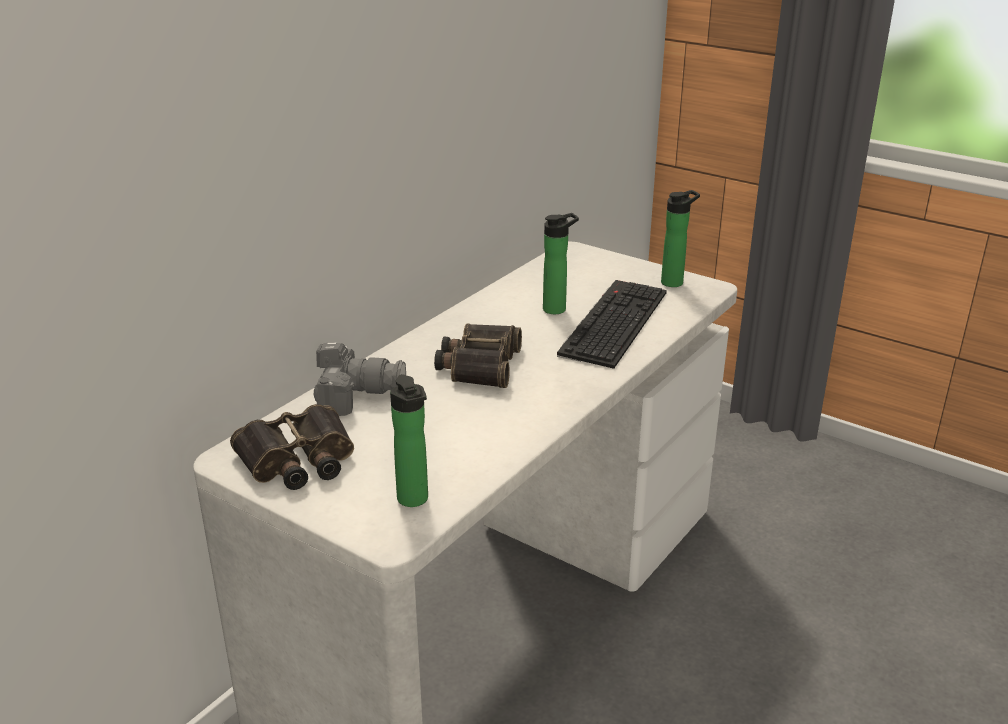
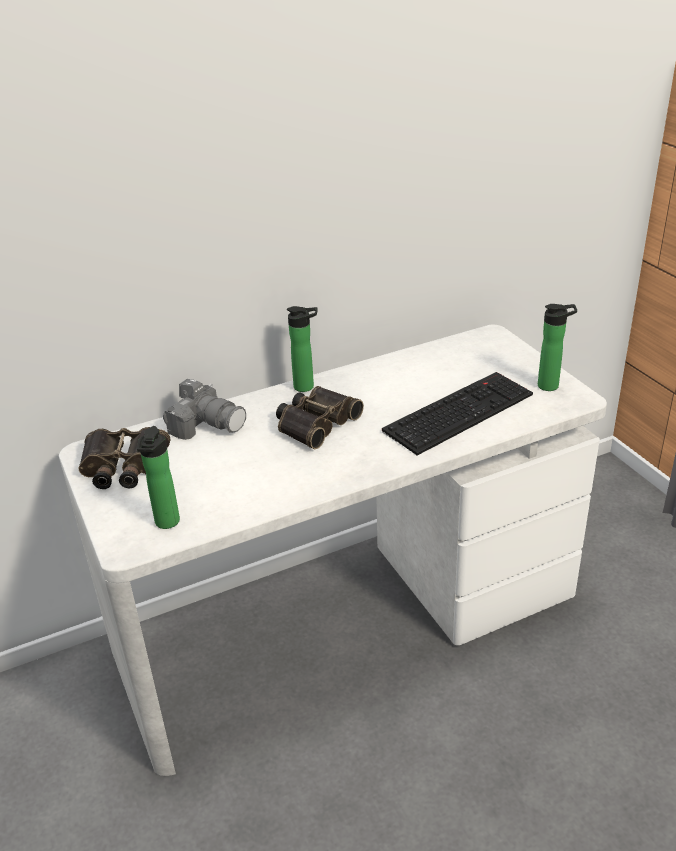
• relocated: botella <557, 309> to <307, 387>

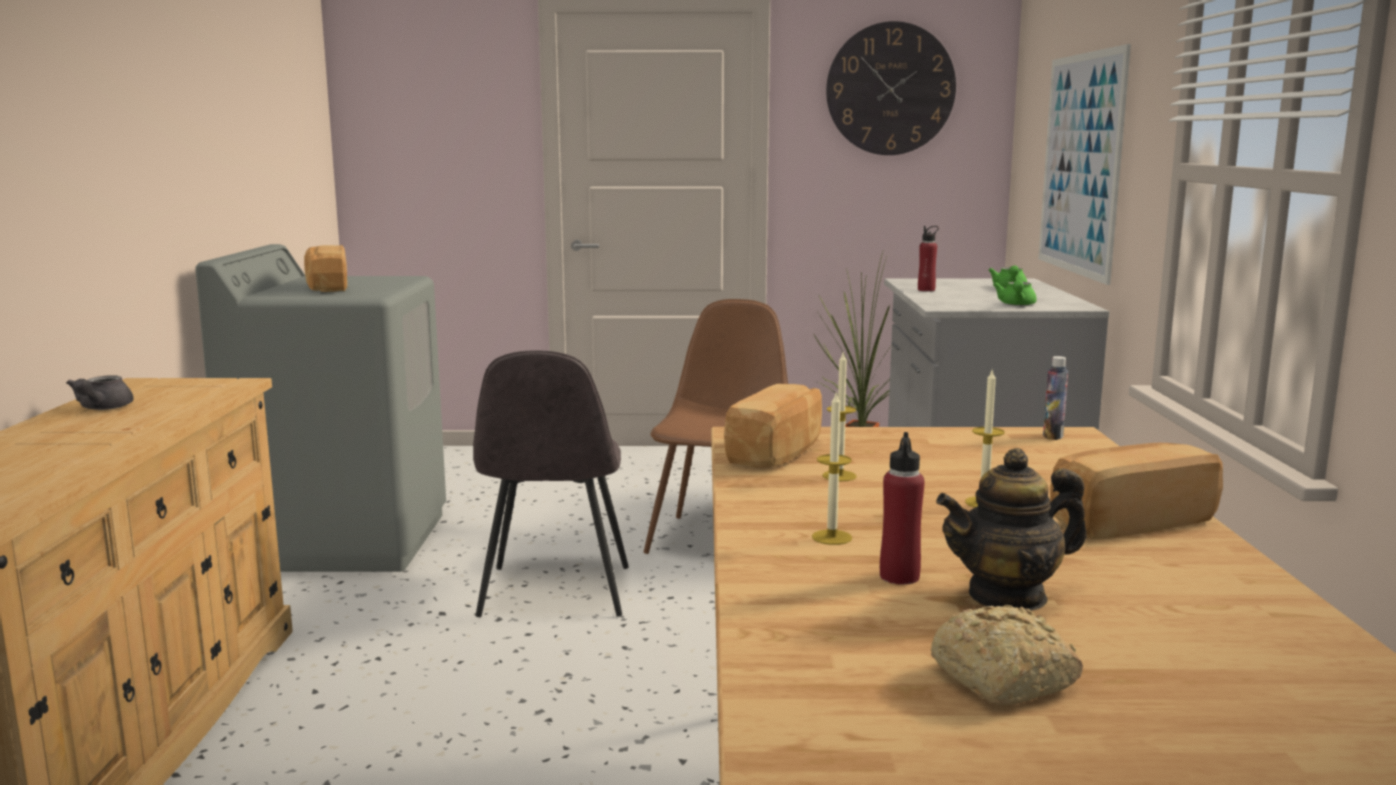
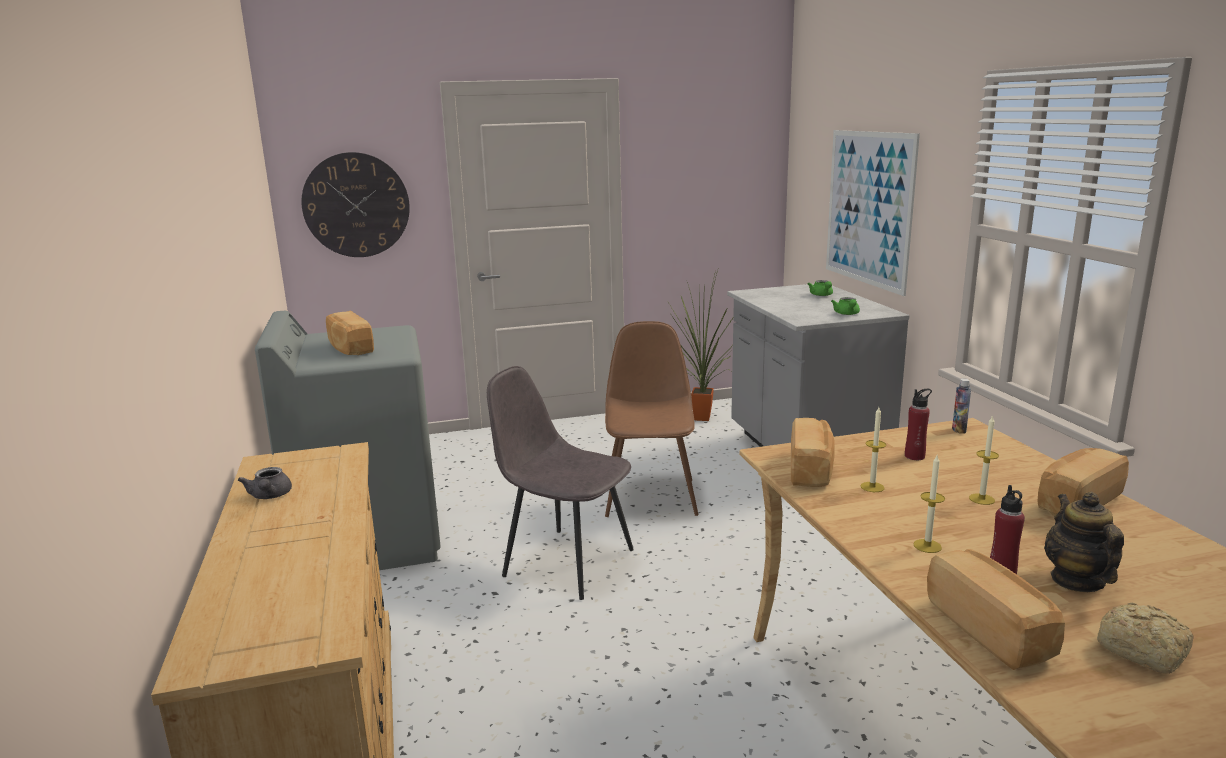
• spun: silla/gris <555, 593> = <566, 562> 135 degrees clockwise
• relocated: reloj de pared <890, 89> to <356, 205>
• relocated: botella/rojo <926, 290> to <914, 456>
• spun: tetera <1008, 596> = <1077, 580> 120 degrees clockwise
• appeared: pan <990, 629>

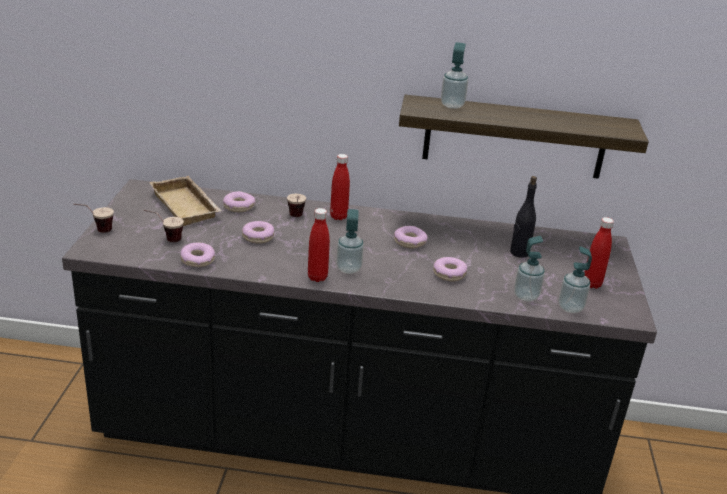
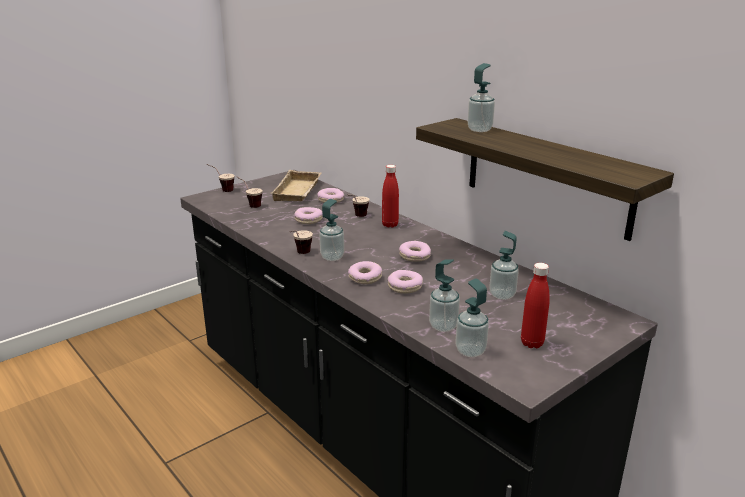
• relocated: rosquilla <197, 260> to <365, 278>
• exchanged: botella/rojo <317, 277> to taza <300, 254>
• exchanged: botella/negro <519, 252> to dispensador de jabón <502, 295>

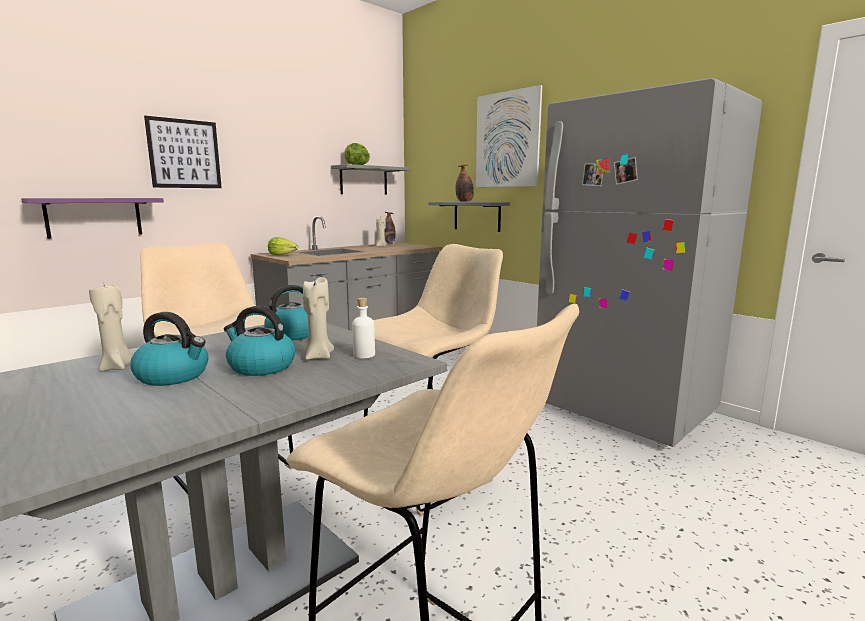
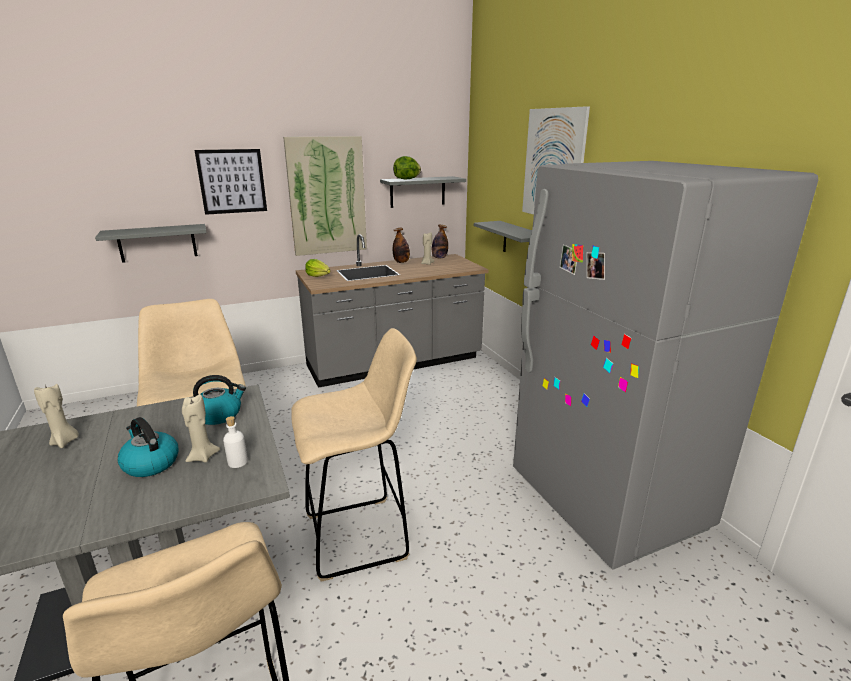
• colour: estante/morado <94, 217> to estante/gris <157, 243>
• missing: hervidor <174, 376>
• relocated: botella <464, 201> to <401, 262>
• appeared: cuadro <327, 196>

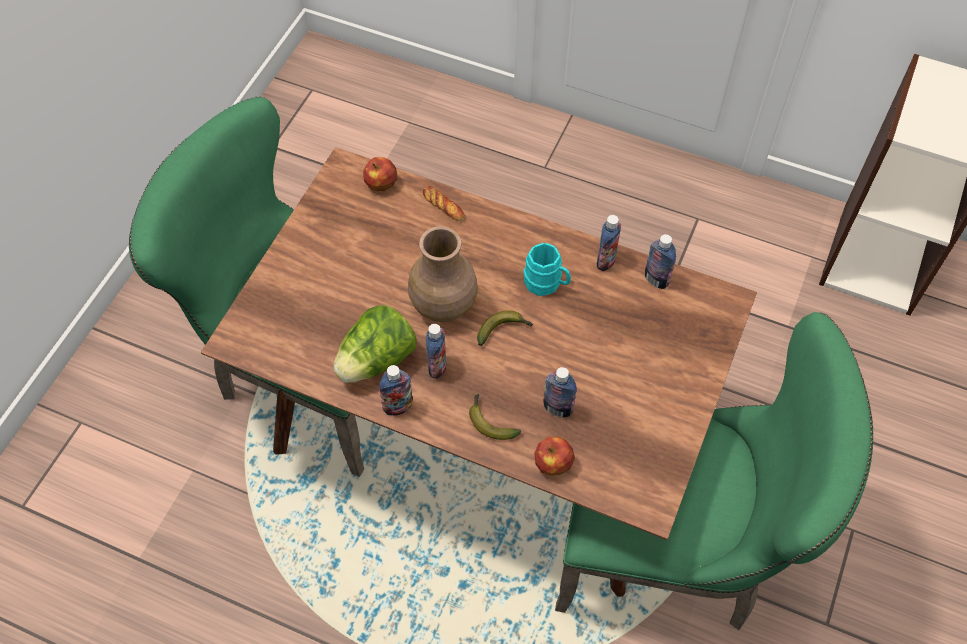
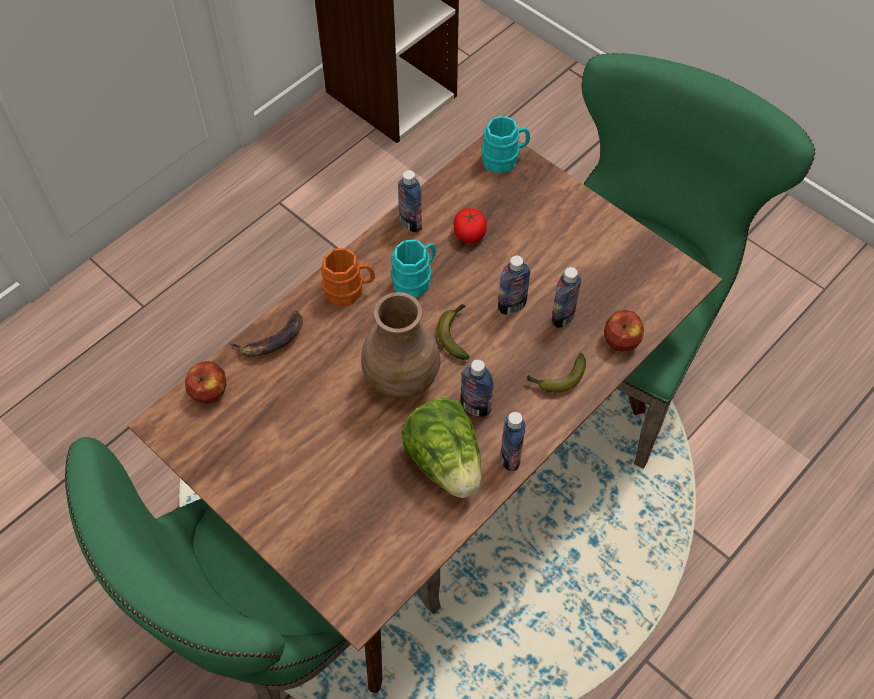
• exchanged: pan <443, 206> to plátano <272, 340>
• relocated: botella <656, 280> to <512, 306>
• appeared: taza grande/naranja <349, 291>
• appeared: tomate <469, 233>
• appeared: taza grande/turquesa <505, 159>

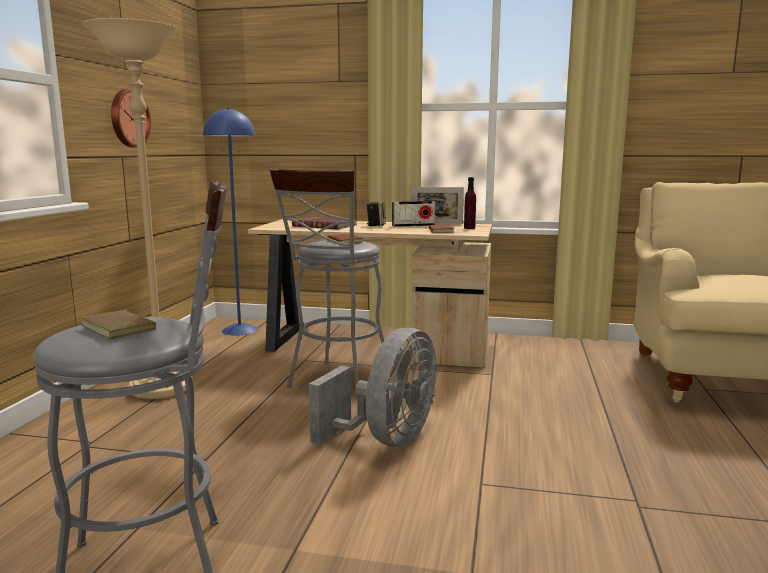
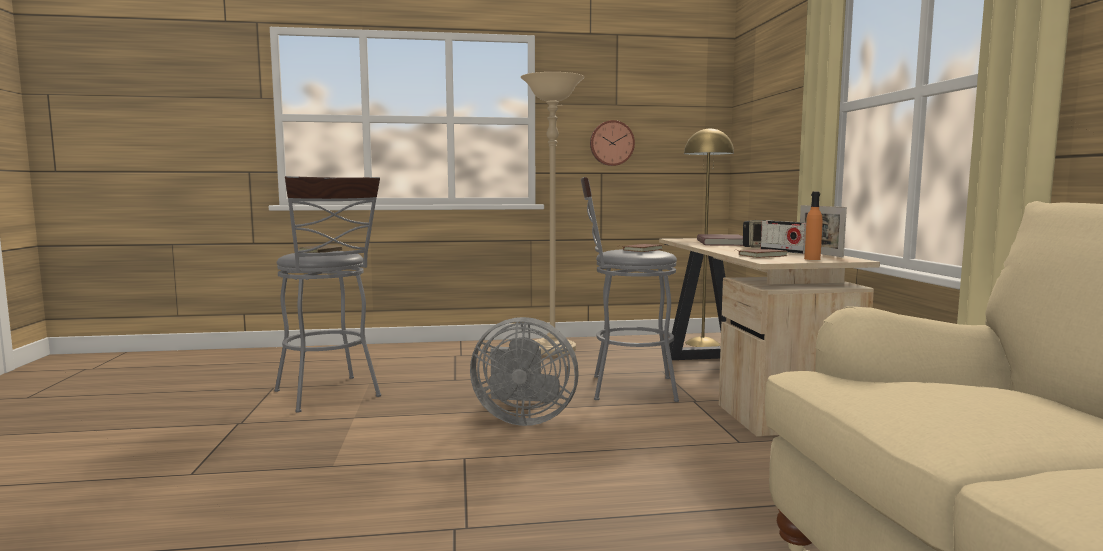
• colour: lámpara de pie/azul <240, 330> to lámpara de pie/amarillo <702, 343>
• colour: botella/morado <469, 228> to botella/naranja <812, 259>

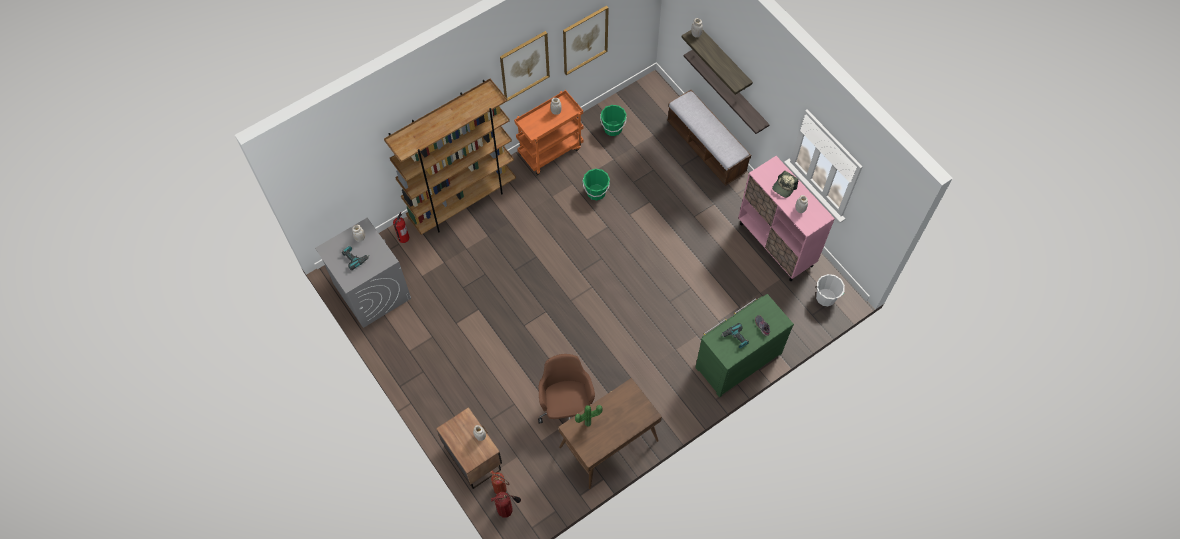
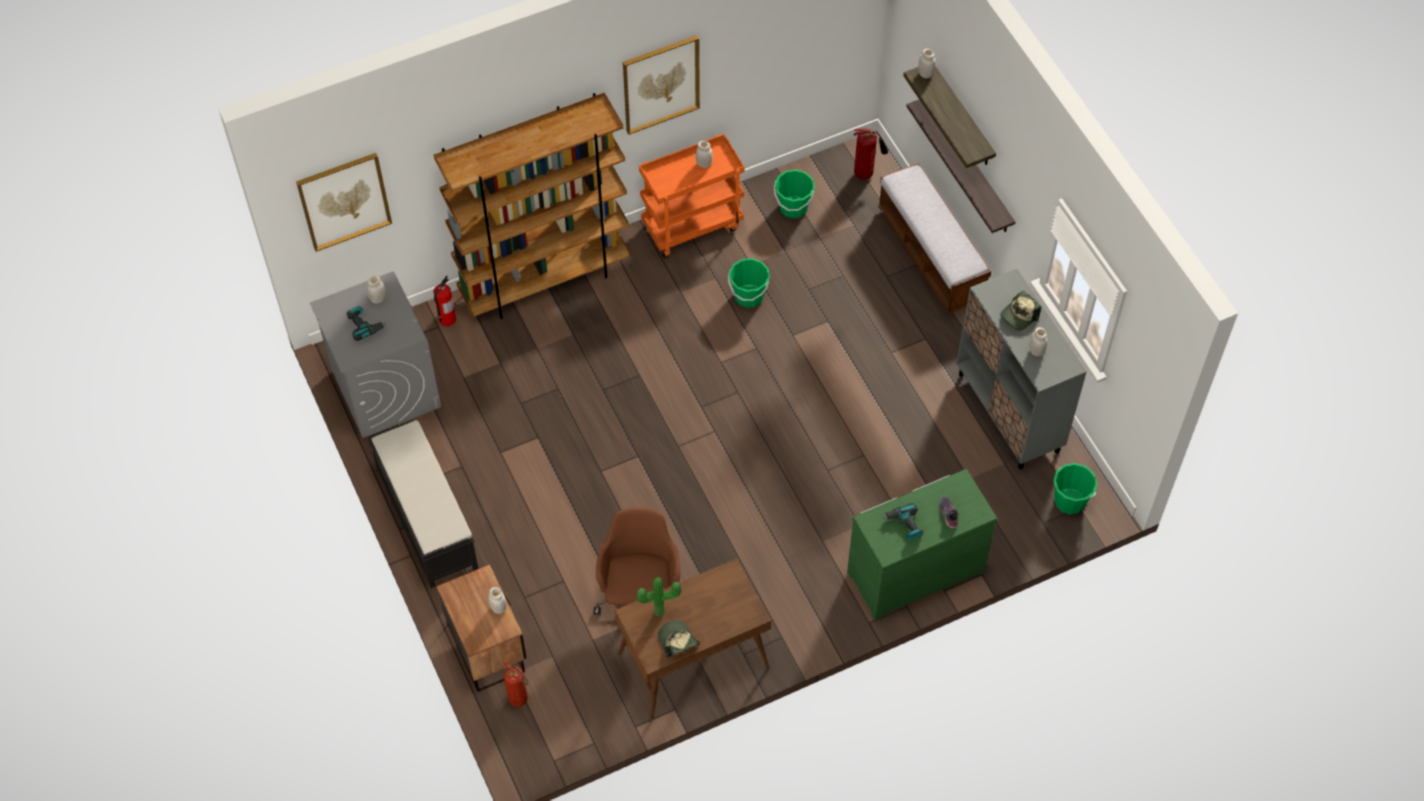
• relocated: extintor <507, 510> to <866, 173>
• relocated: cuadro <585, 40> to <344, 201>
• colour: armario/rosa <776, 245> to armario/gris <1008, 413>
• colour: cubo/blanco <826, 297> to cubo/verde <1069, 501>
• appeared: banco/negro <426, 517>
• appeared: gorra <677, 641>

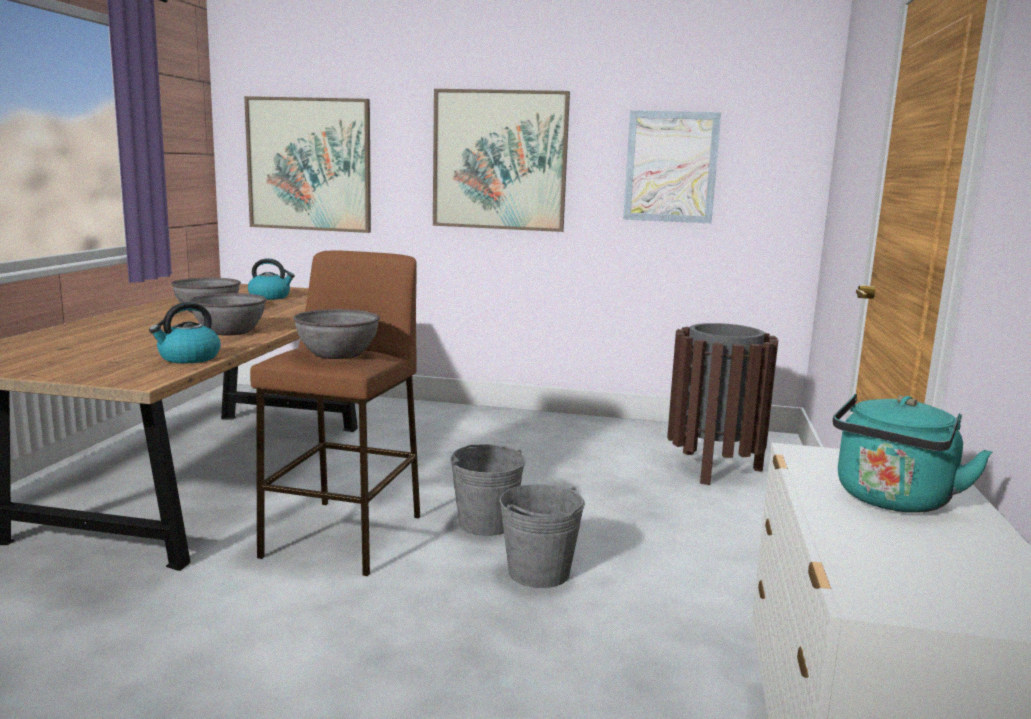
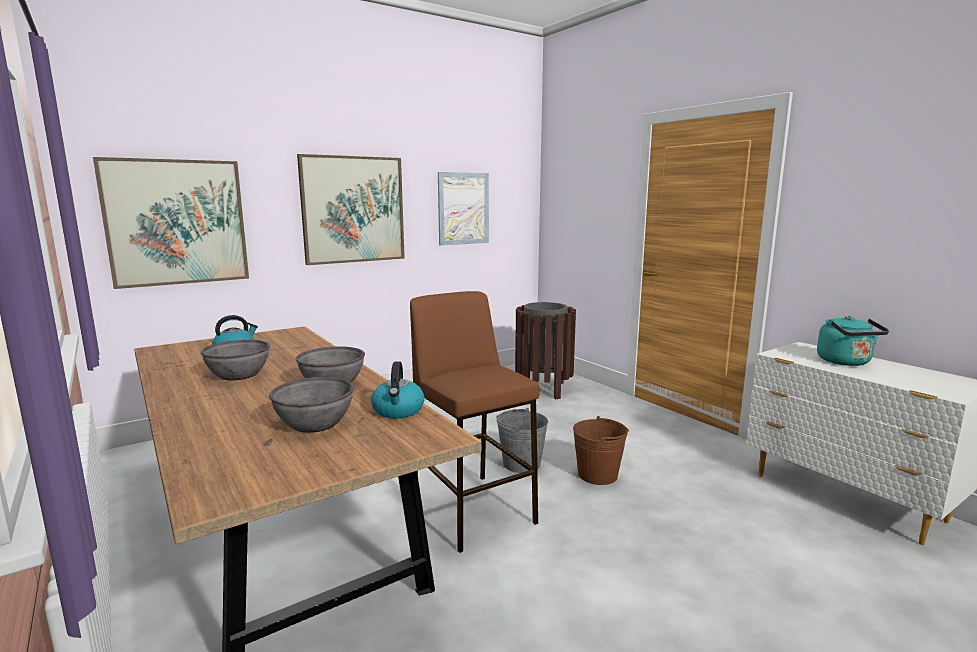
• relocated: cuenco/gris <337, 354> to <315, 424>
• colour: cubo/gris <539, 572> to cubo/marrón <597, 475>

